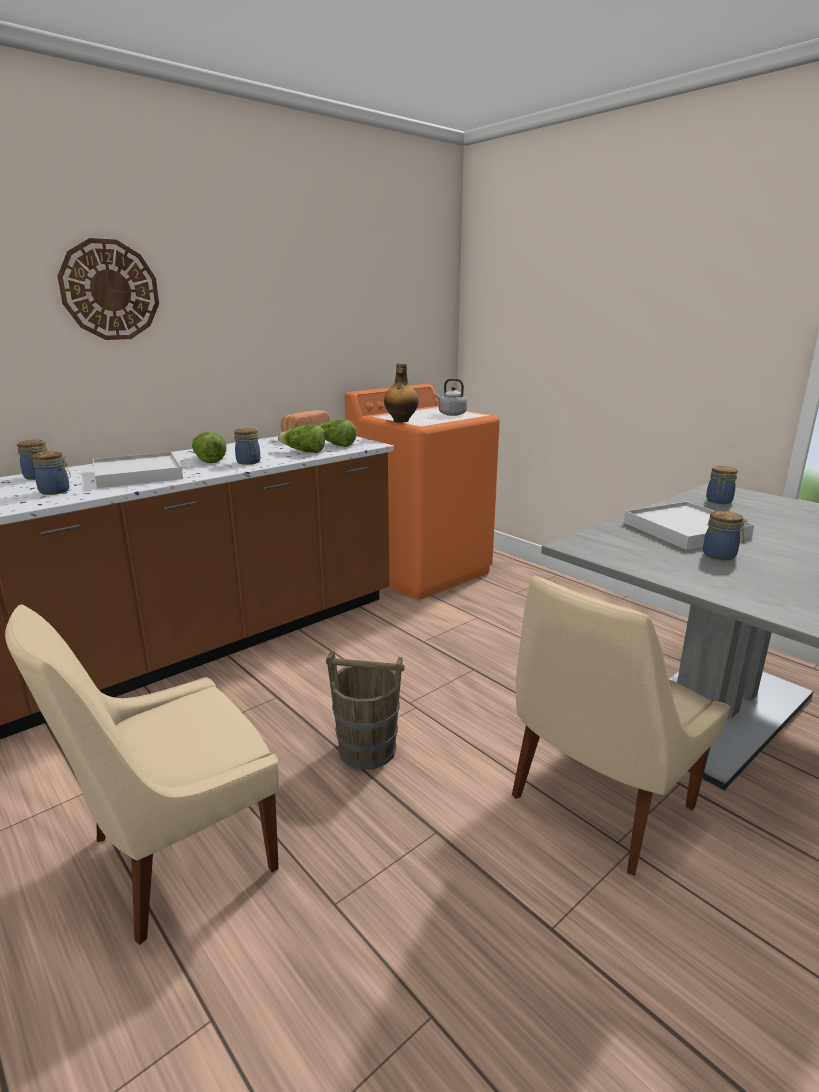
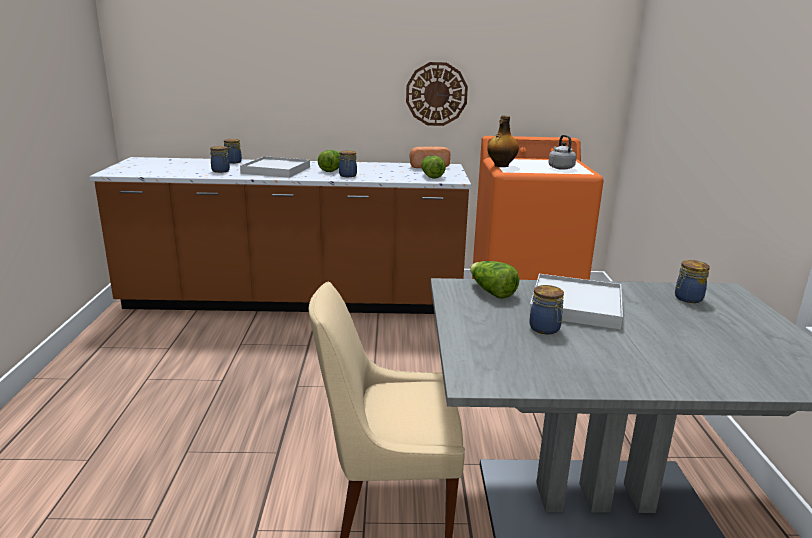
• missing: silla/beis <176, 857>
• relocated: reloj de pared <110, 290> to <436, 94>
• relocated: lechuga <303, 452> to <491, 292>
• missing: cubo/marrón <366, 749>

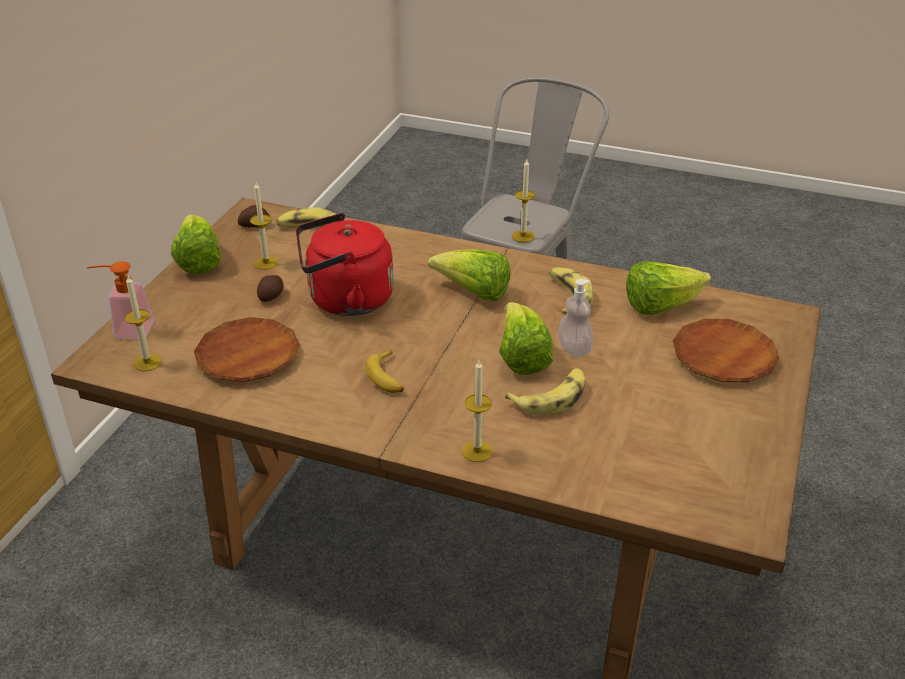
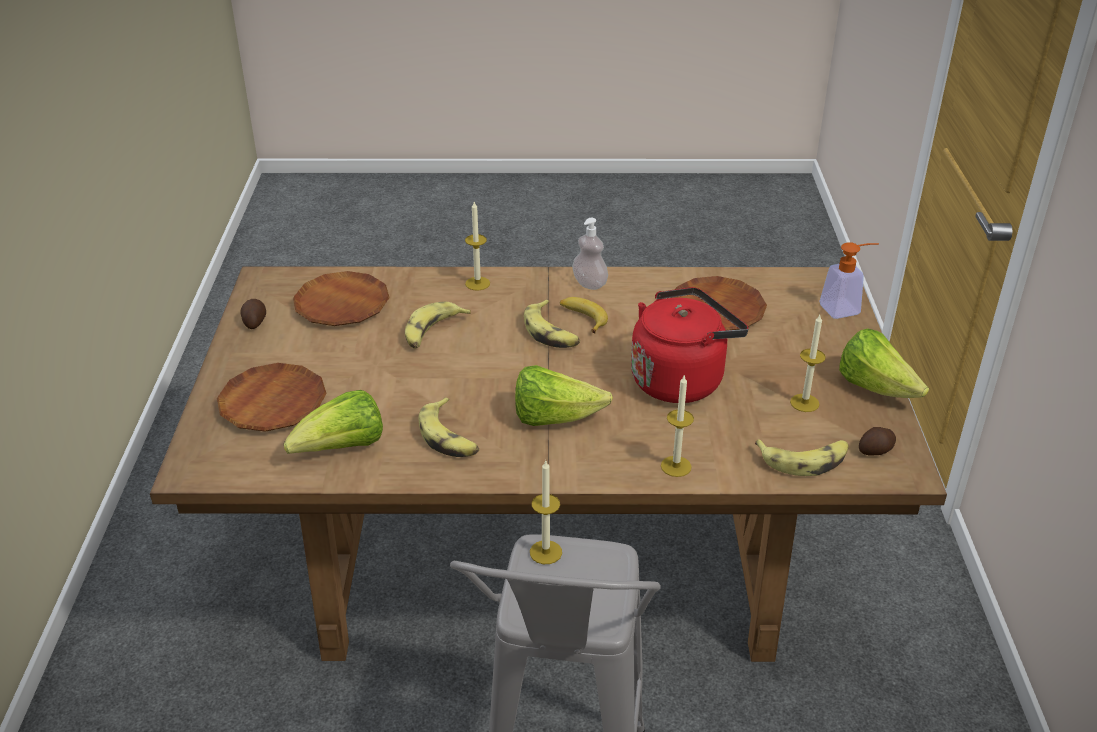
• relocated: vela <147, 362> to <676, 466>
• relocated: patata <272, 296> to <254, 322>
• missing: lechuga <521, 358>
• relocated: dispensador de jabón <574, 349> to <589, 284>
• appeared: plato/marrón <342, 305>
• appeared: plátano <551, 332>

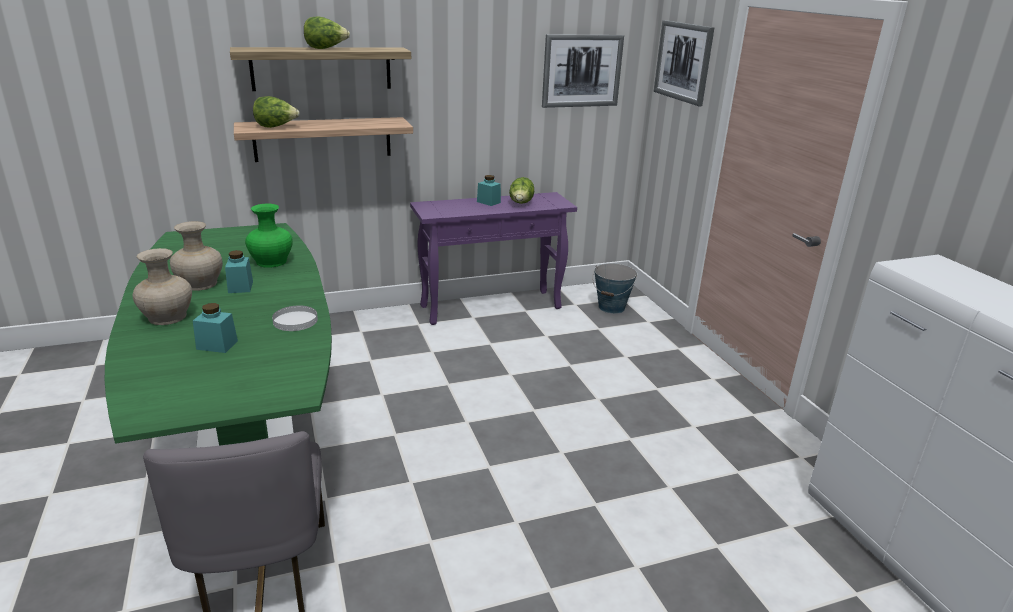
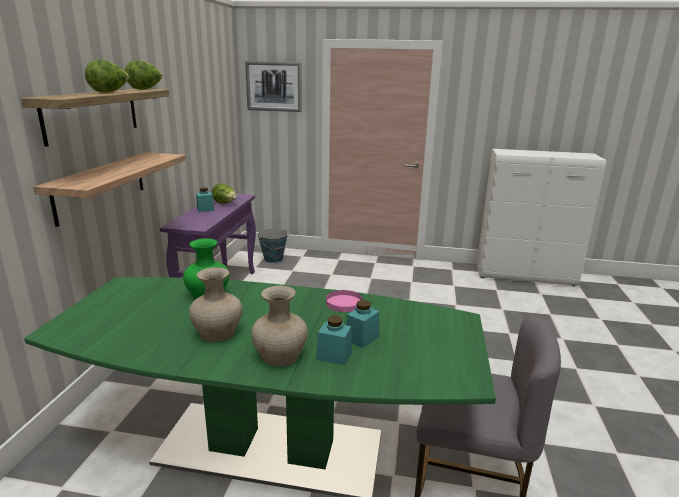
• relocated: tarro/turquesa <240, 287> to <334, 356>
• relocated: lechuga <276, 127> to <145, 89>
• colour: plato/blanco <295, 321> to plato/rosa <344, 303>
• missing: cuadro <581, 71>

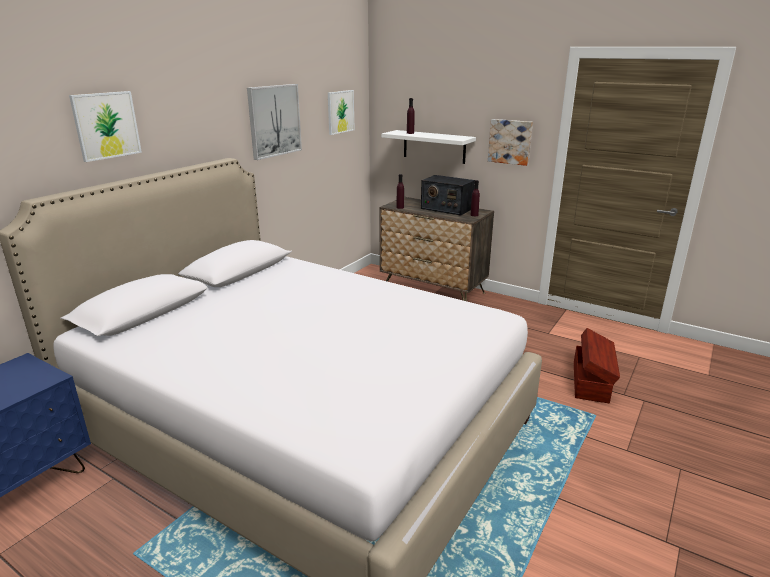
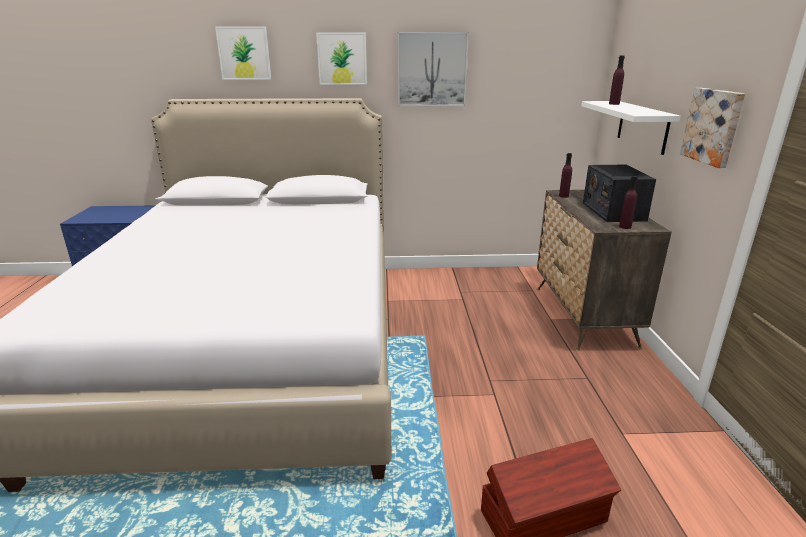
• relocated: cuadro <340, 112> to <342, 59>

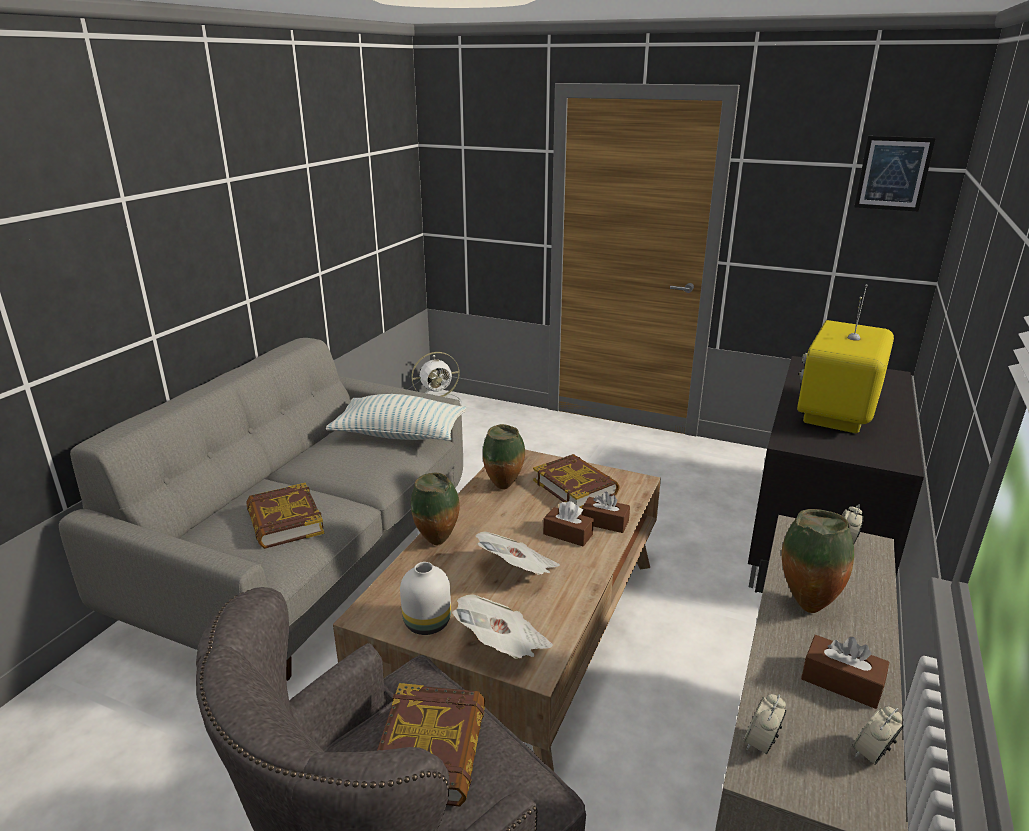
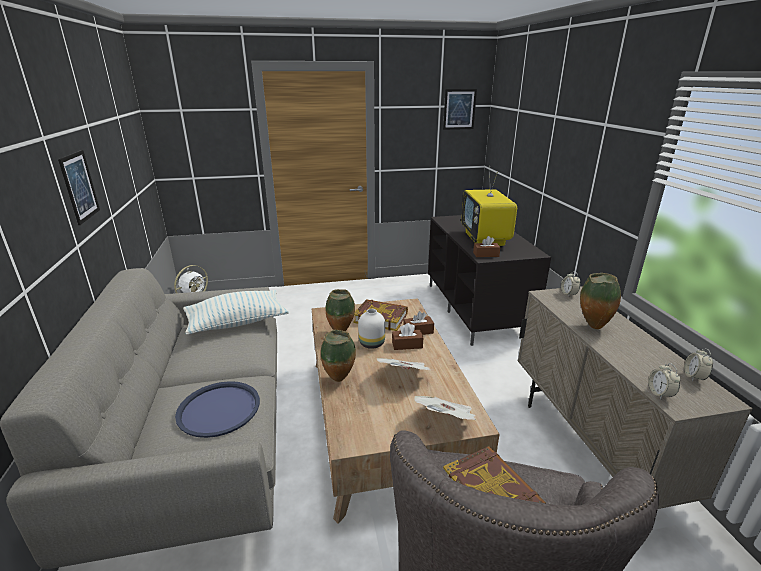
• exchanged: libro <284, 521> to bandeja/azul <219, 409>
• relocated: florero/blanco <428, 622> to <372, 343>
• relocated: caja de pañuelos/marrón <841, 682> to <486, 254>
• appeared: cuadro <79, 186>

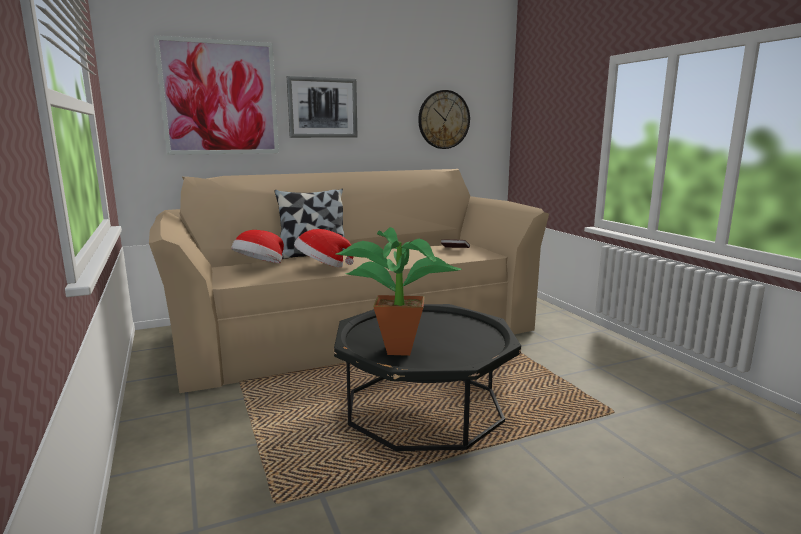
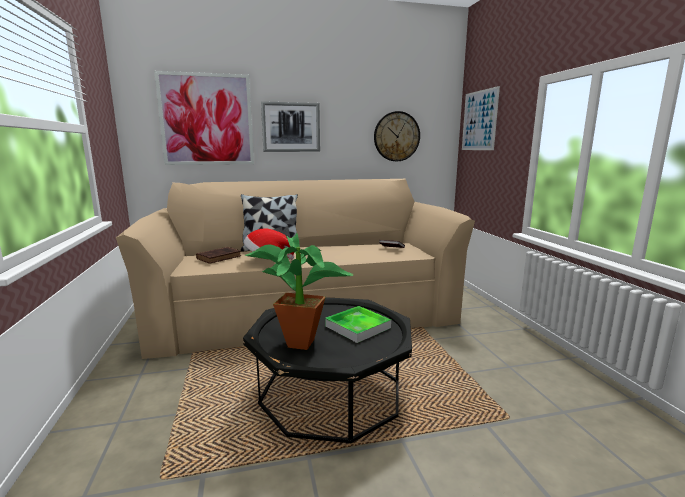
• exchanged: sombrero <260, 266> to libro/marrón <220, 257>
• appeared: bandeja <357, 327>
• appeared: cuadro <479, 120>

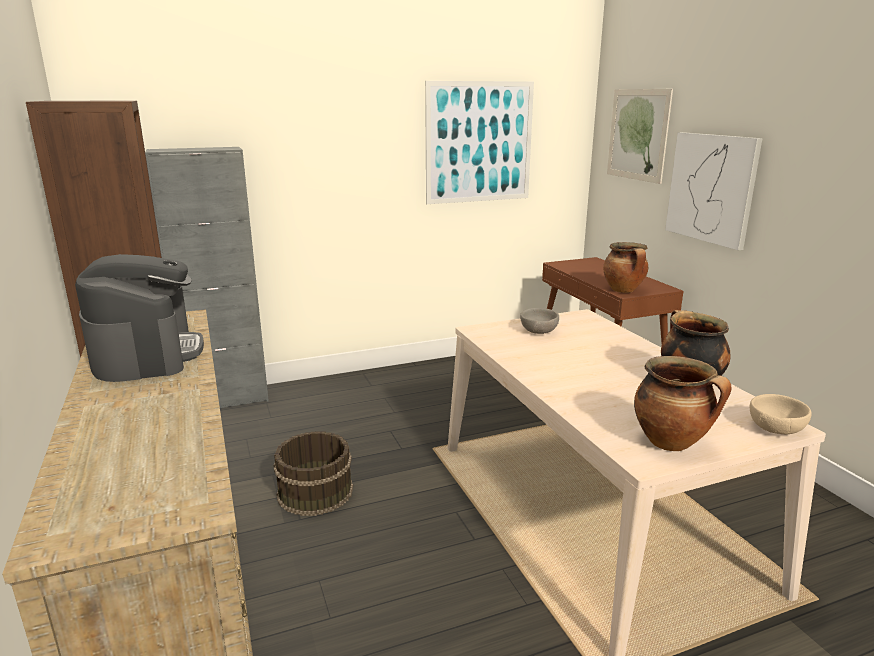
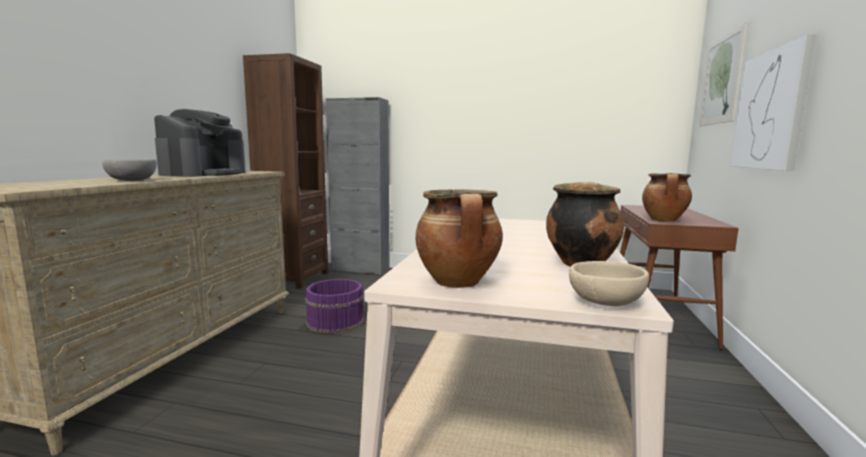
• colour: cubo/marrón <314, 491> to cubo/morado <335, 321>
• missing: cuadro <479, 142>
• relocated: cuenco/gris <539, 331> to <133, 181>

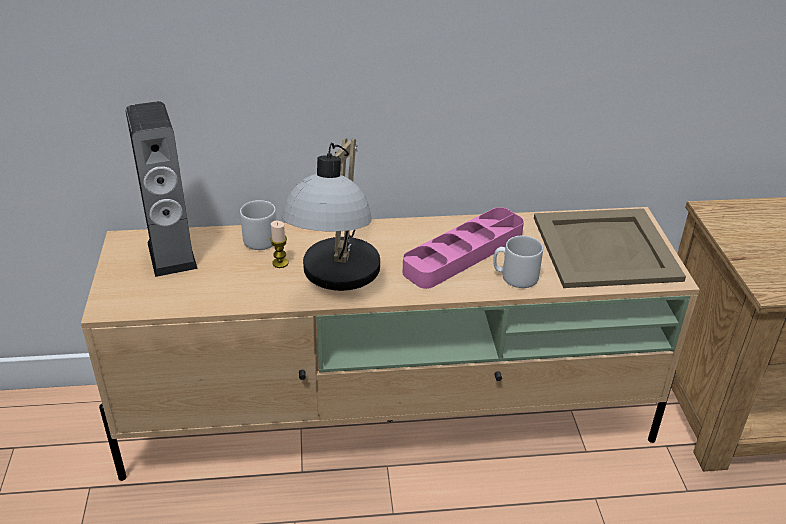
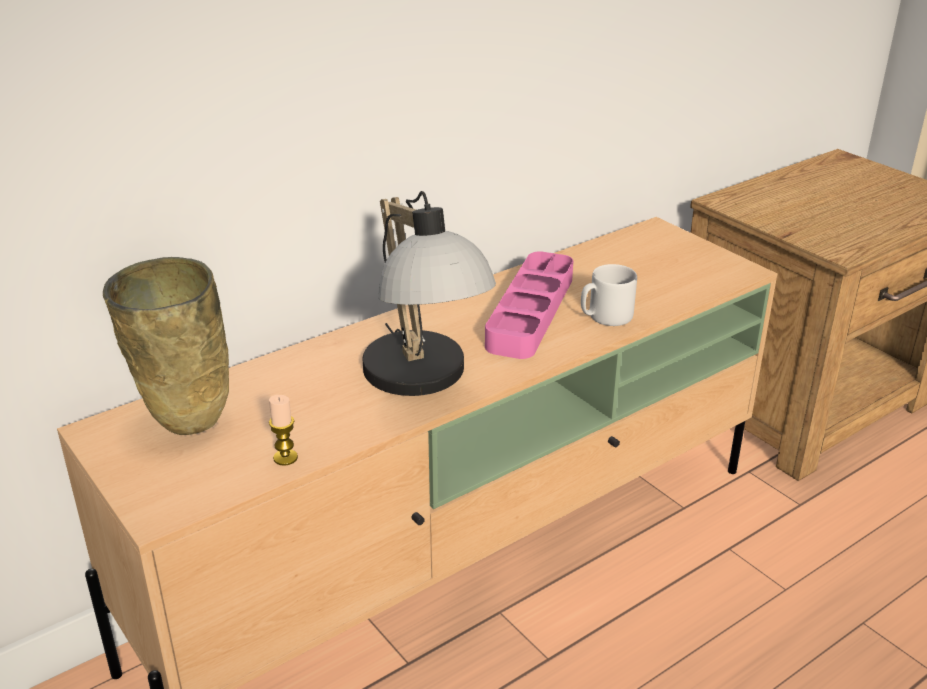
• exchanged: altavoz <172, 255> to florero/beis <184, 425>
• missing: taza grande/gris <263, 238>
• relocated: vela <280, 263> to <285, 458>
• missing: bandeja/beis <606, 247>

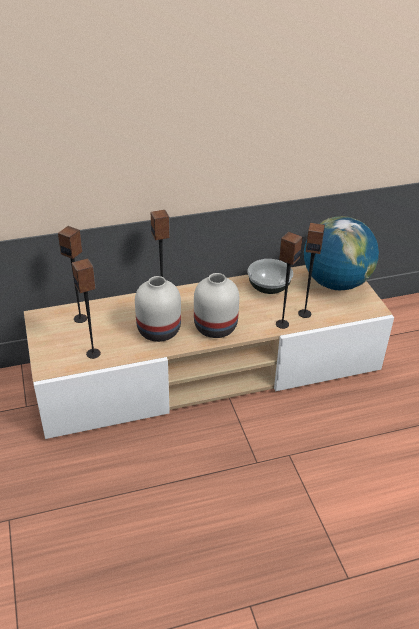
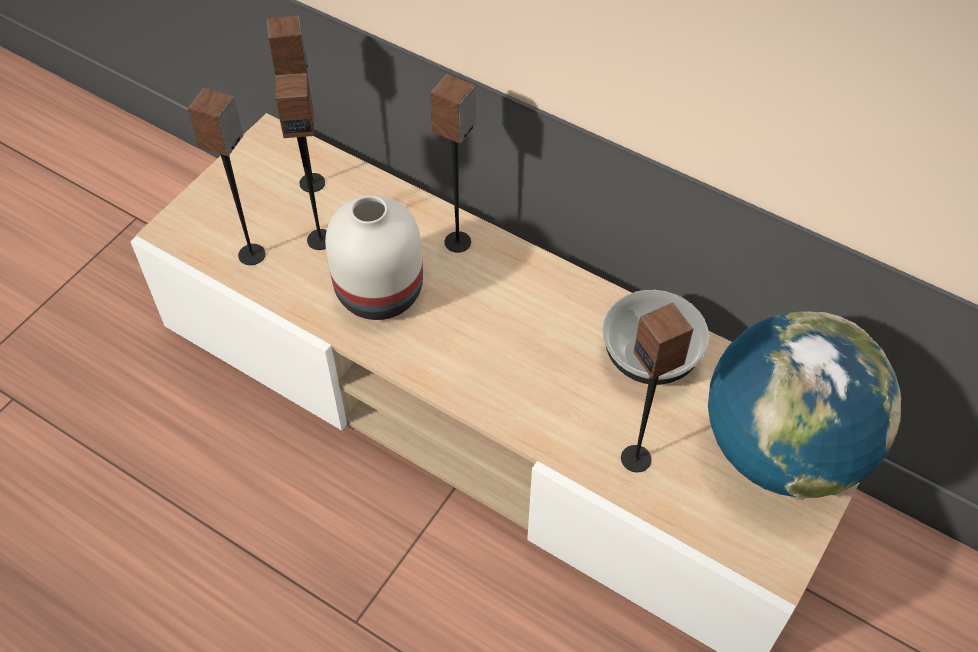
• missing: florero/blanco <214, 327>
• relocated: altavoz <282, 324> to <320, 239>

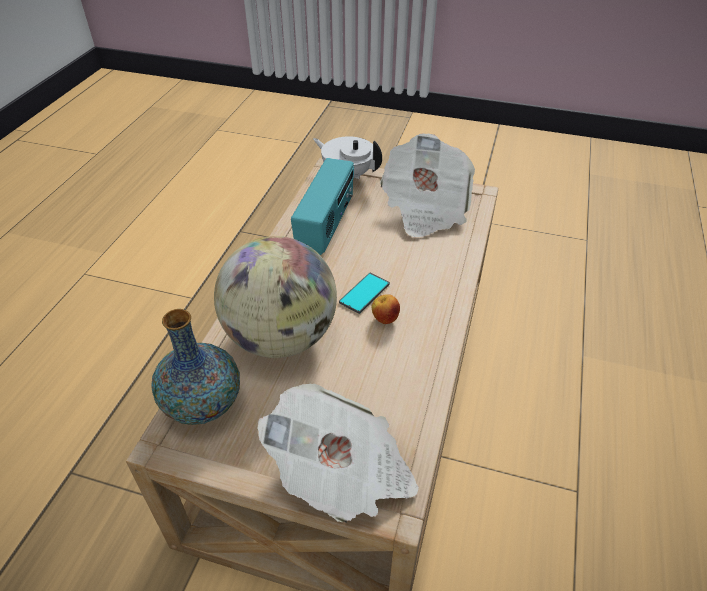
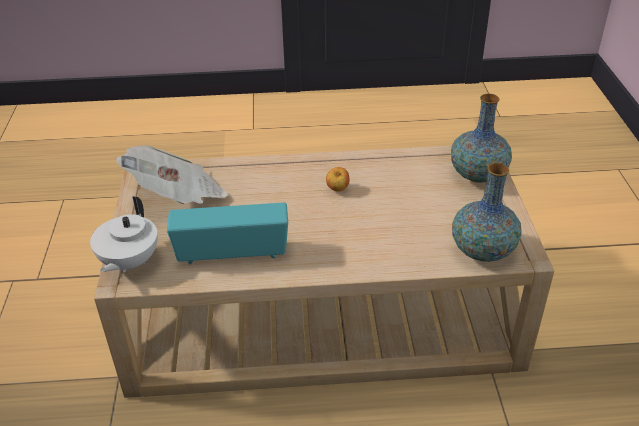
• missing: globo terráqueo <281, 337>
• exchanged: periódico <343, 472> to florero <477, 175>
• missing: móvil <364, 293>

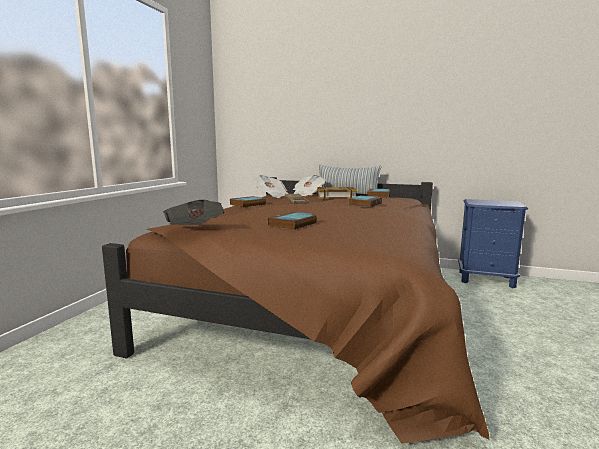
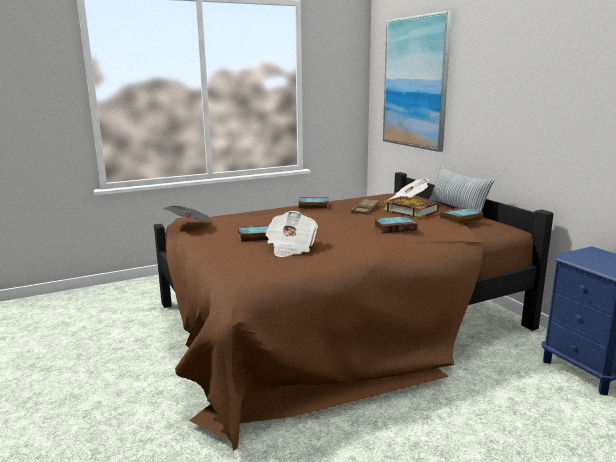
• relocated: periódico <271, 195> to <290, 248>
• appeared: cuadro <415, 83>

